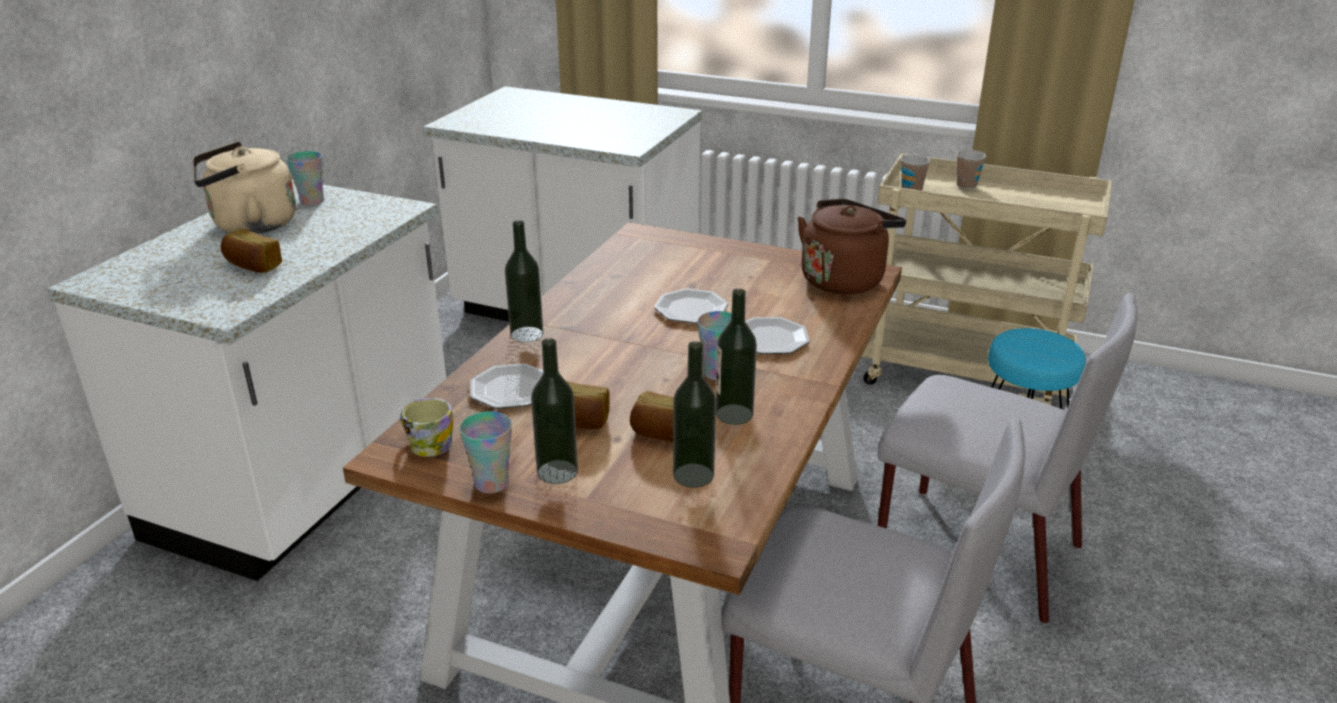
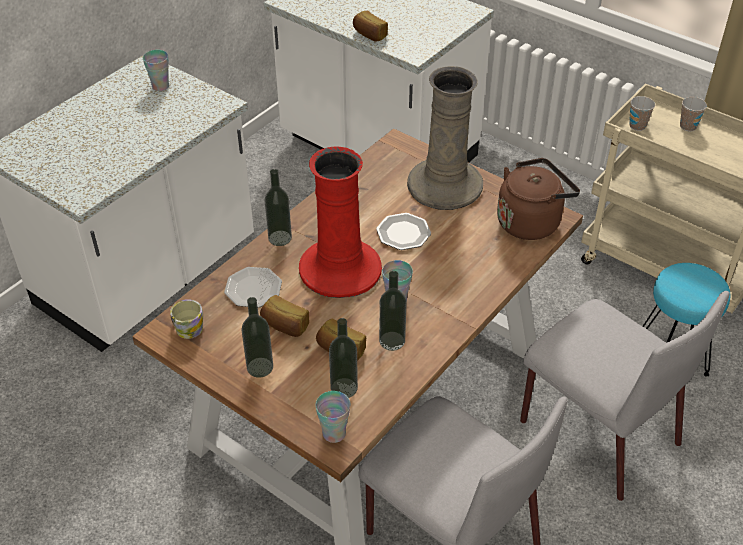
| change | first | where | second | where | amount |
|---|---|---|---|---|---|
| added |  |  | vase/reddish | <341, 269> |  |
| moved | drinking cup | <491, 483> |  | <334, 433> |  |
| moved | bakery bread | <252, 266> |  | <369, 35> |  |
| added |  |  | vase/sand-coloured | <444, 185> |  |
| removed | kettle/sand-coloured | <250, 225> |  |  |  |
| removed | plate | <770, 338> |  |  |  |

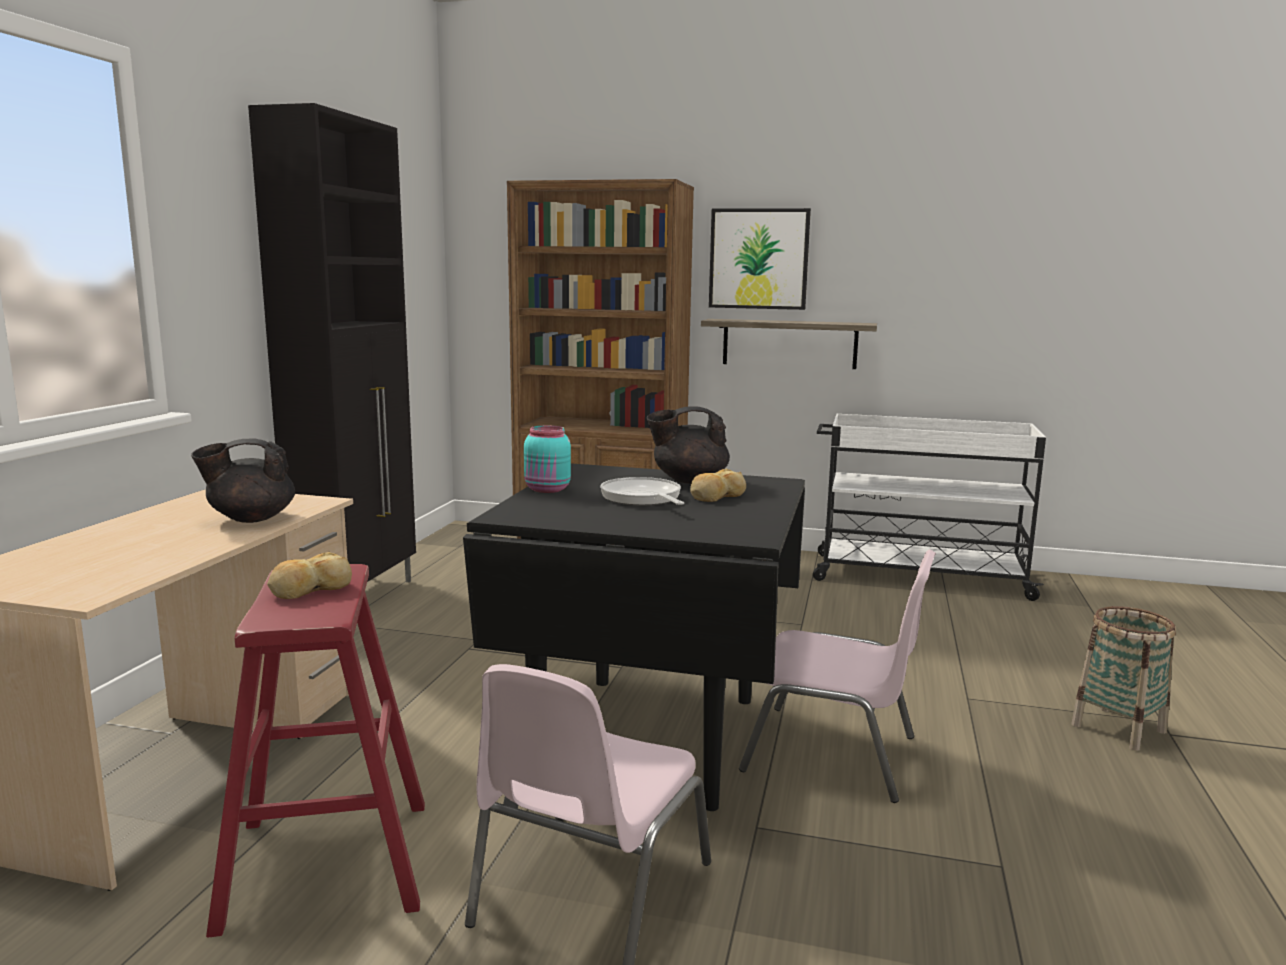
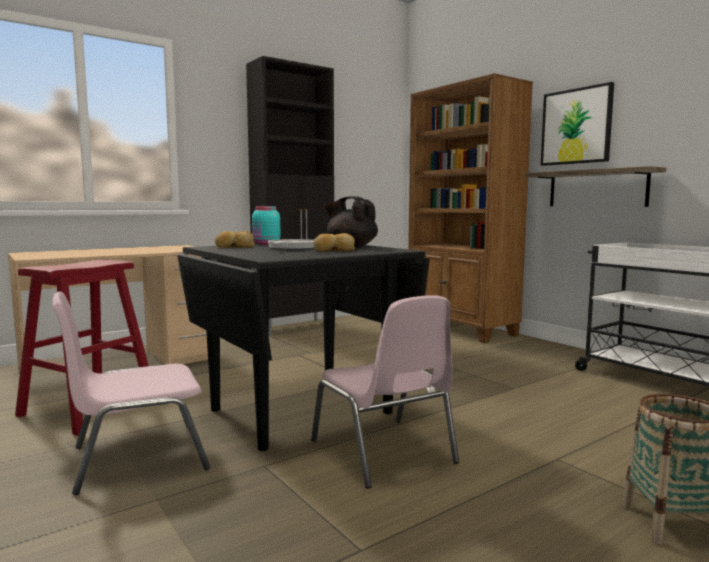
| change | first | where | second | where | amount |
|---|---|---|---|---|---|
| moved | bakery bread | <310, 589> |  | <234, 247> |  |
| removed | tea pot/blackish | <250, 518> |  |  |  |

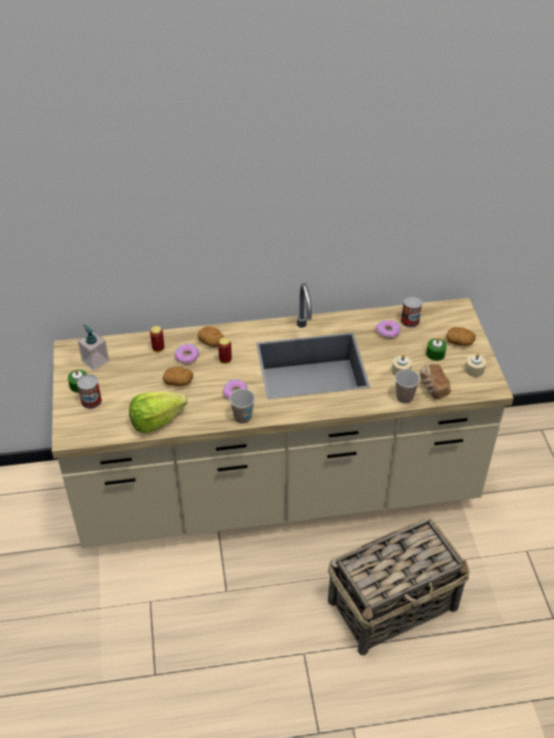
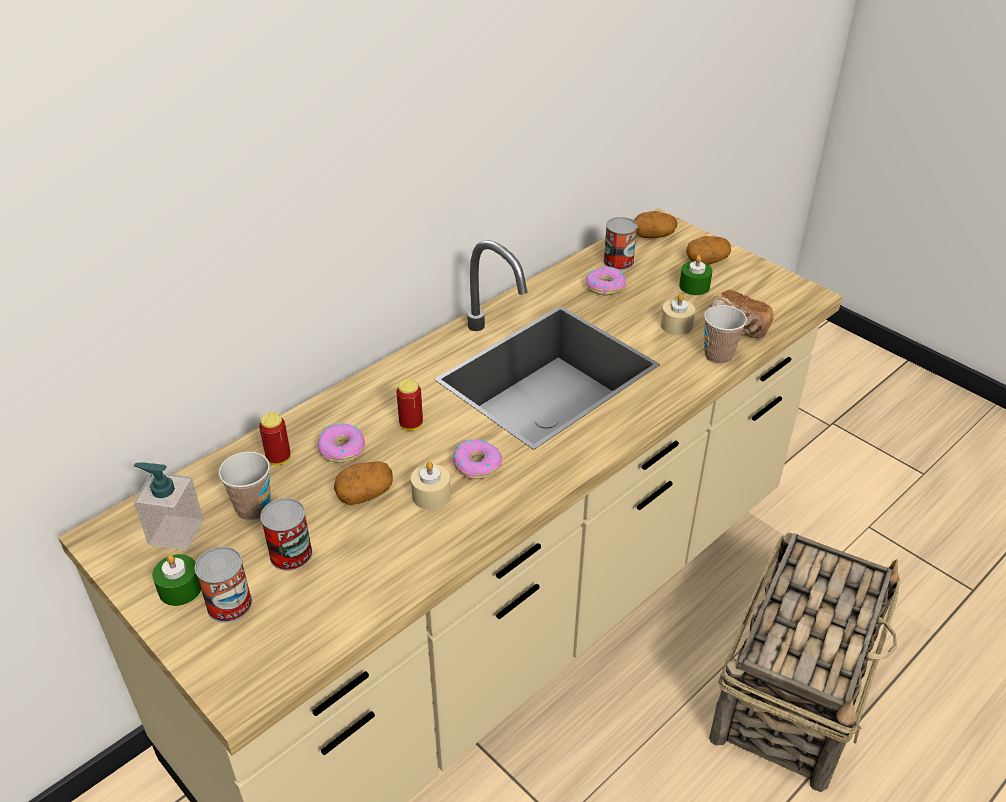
| change | first | where | second | where | amount |
|---|---|---|---|---|---|
| moved | drinking cup | <242, 417> |  | <253, 509> |  |
| added |  |  | sealed can | <291, 554> |  |
| moved | wax light/sand-coloured | <474, 370> |  | <431, 495> |  |
| moved | spud | <211, 342> |  | <653, 235> |  |
| removed | head of lettuce | <156, 421> |  |  |  |

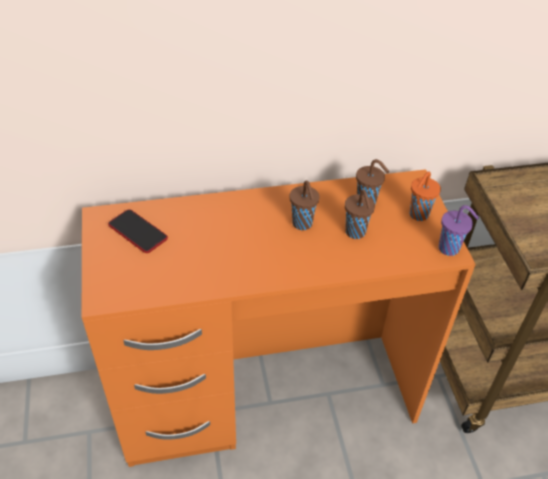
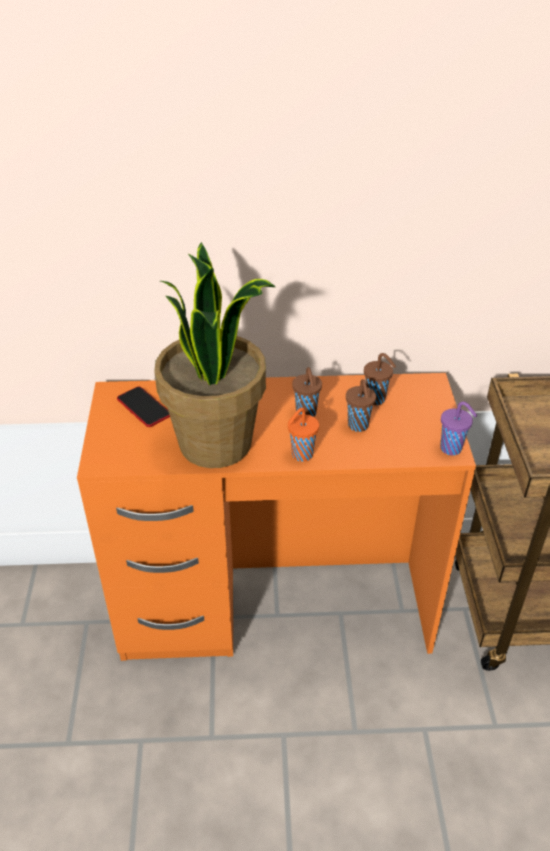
| change | first | where | second | where | amount |
|---|---|---|---|---|---|
| added |  |  | houseplant | <217, 443> |  |
| moved | drinking cup/orangey | <418, 215> |  | <301, 455> |  |

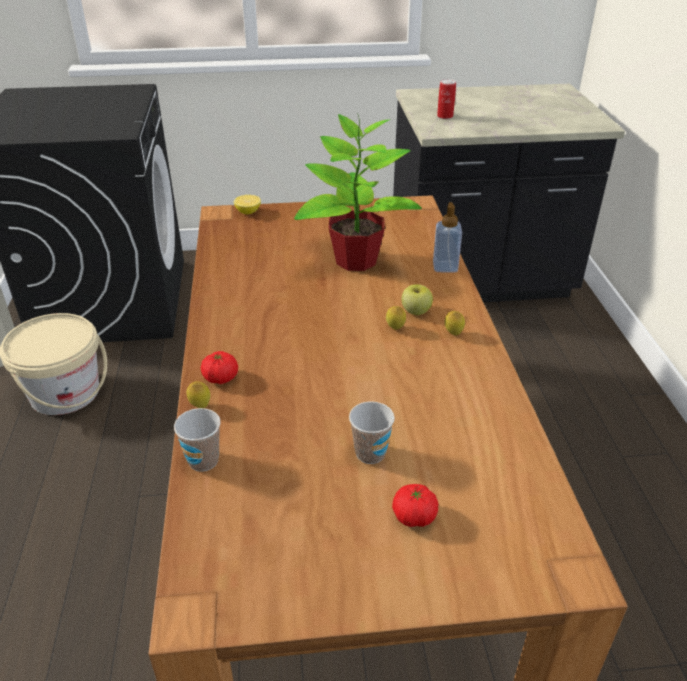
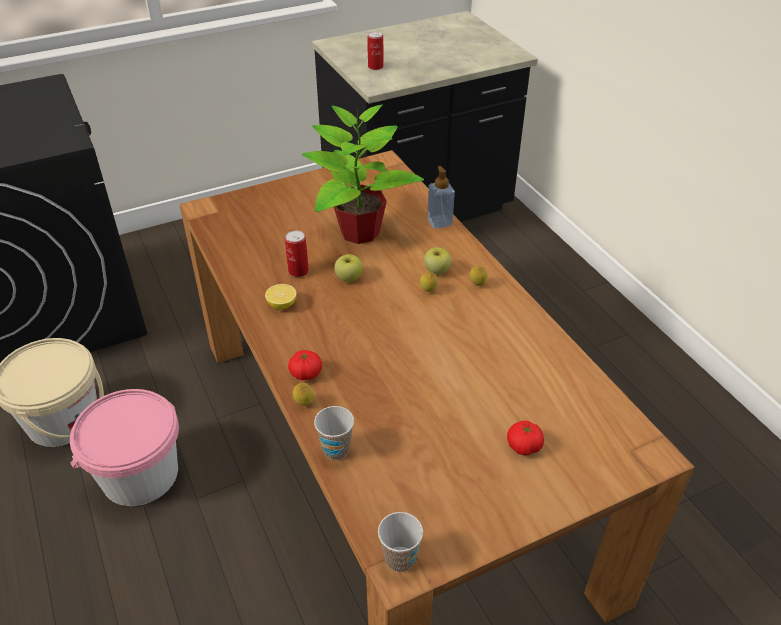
| change | first | where | second | where | amount |
|---|---|---|---|---|---|
| added |  |  | water bucket/pink-coloured | <140, 474> |  |
| moved | lemon | <248, 212> |  | <282, 305> |  |
| added |  |  | sealed can | <298, 271> |  |
| added |  |  | apple fruit | <348, 278> |  |
| moved | drinking cup | <370, 453> |  | <400, 559> |  |

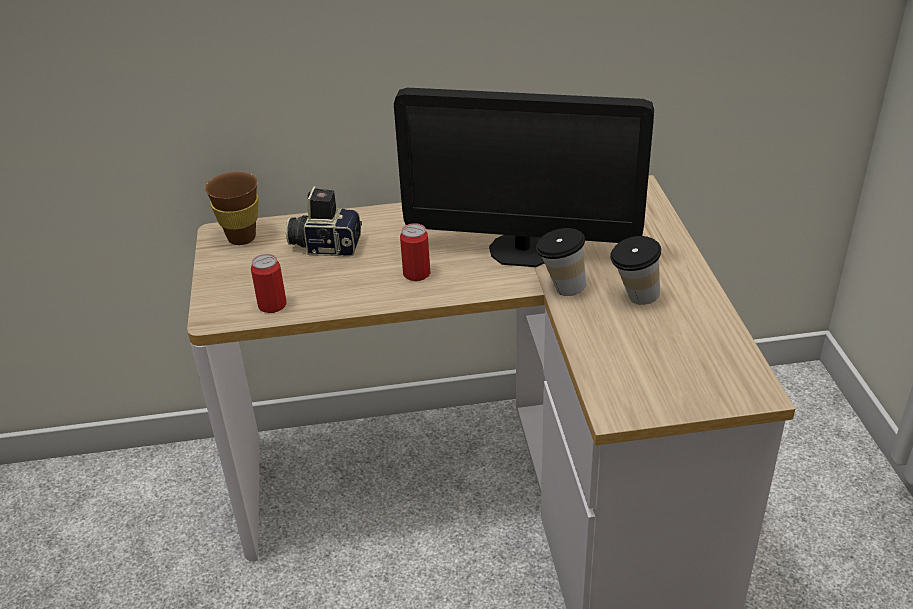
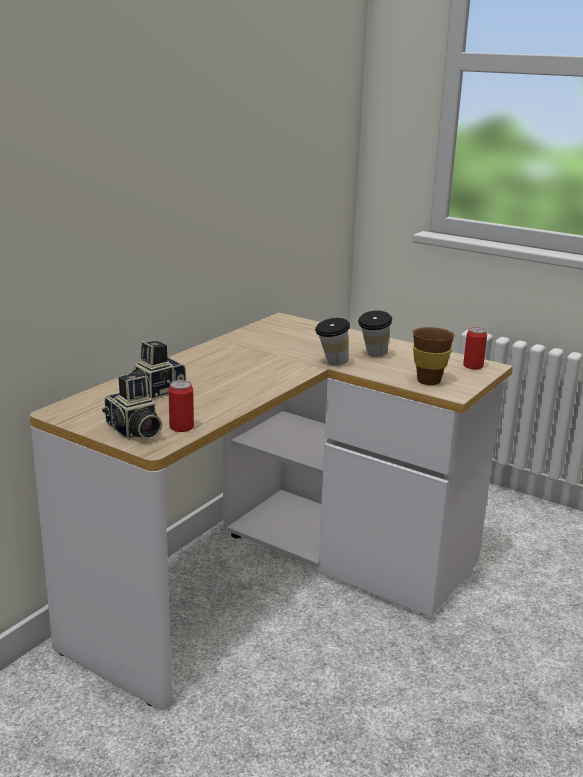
| change | first | where | second | where | amount |
|---|---|---|---|---|---|
| added |  |  | still camera | <133, 431> |  |
| moved | drinking cup/brown | <241, 238> |  | <428, 381> |  |
| moved | sealed can | <416, 274> |  | <473, 366> |  |
| removed | computer screen | <522, 250> |  |  |  |

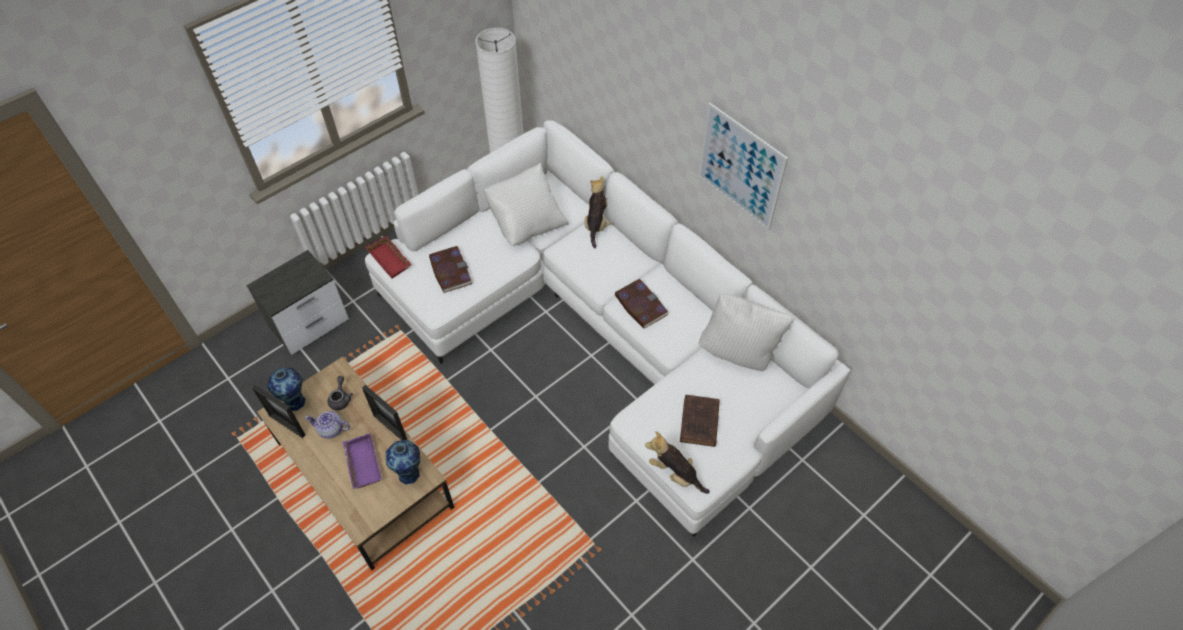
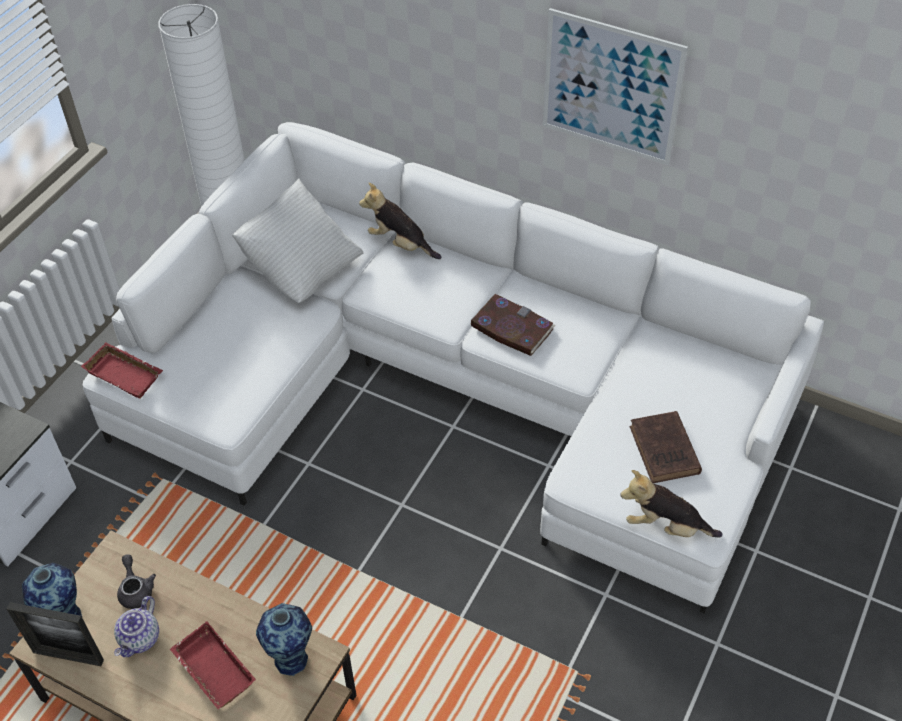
| change | first | where | second | where | amount |
|---|---|---|---|---|---|
| turned | tea pot | <330, 430> |  | <140, 639> | 60 degrees counterclockwise |
| recoloured | tray/purple | <361, 463> | tray/reddish | <211, 670> |  |
| turned | soft toy | <596, 224> |  | <400, 244> | 45 degrees counterclockwise |
| removed | photo frame | <390, 427> |  |  |  |
| removed | book | <450, 271> |  |  |  |
| removed | pillow/white | <738, 352> |  |  |  |

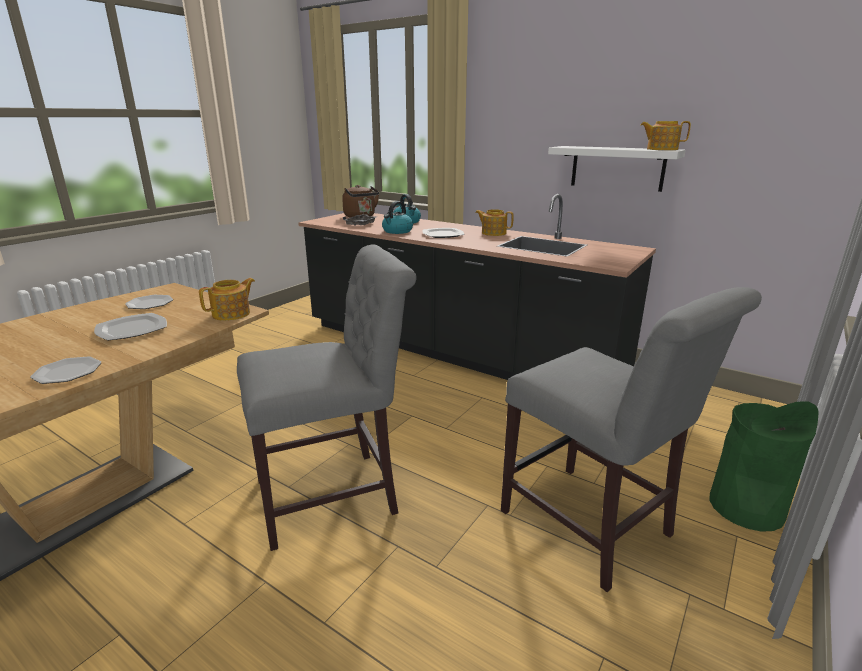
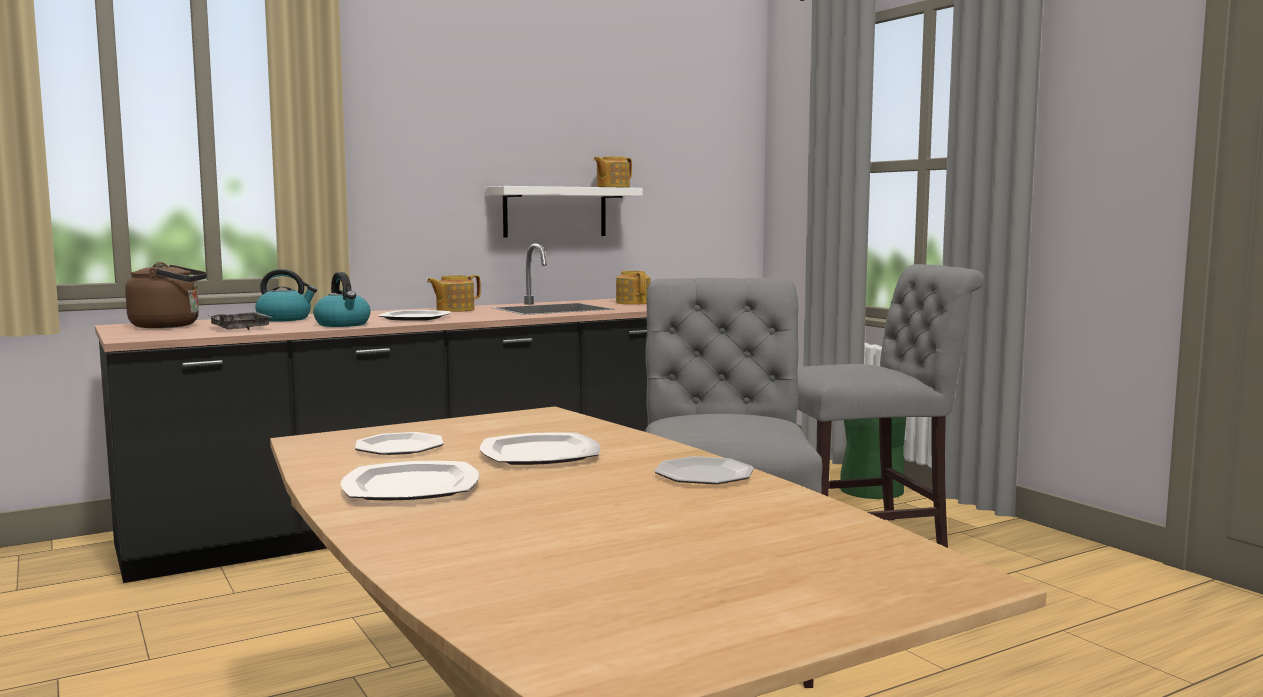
| change | first | where | second | where | amount |
|---|---|---|---|---|---|
| added |  |  | plate | <410, 486> |  |
| moved | tea pot | <232, 314> |  | <633, 302> |  |

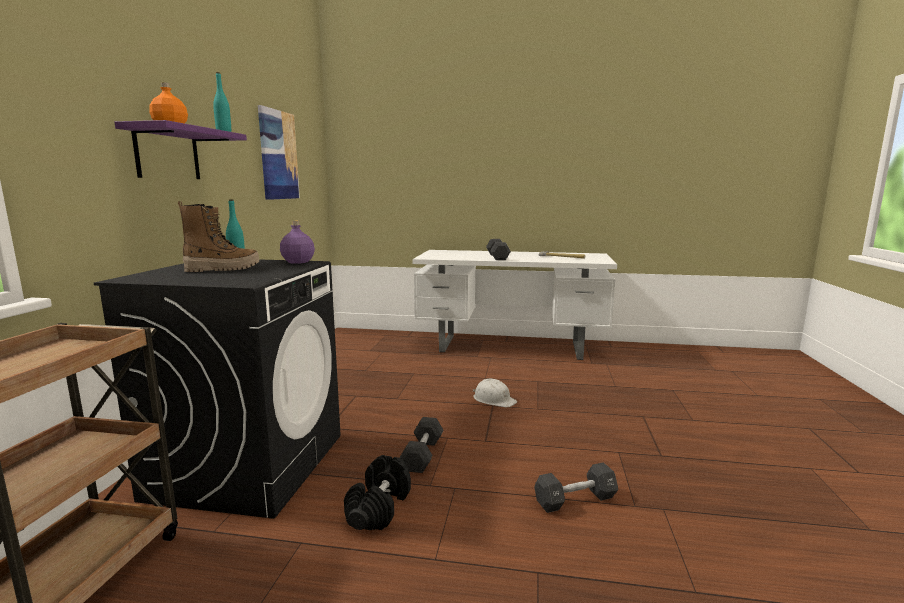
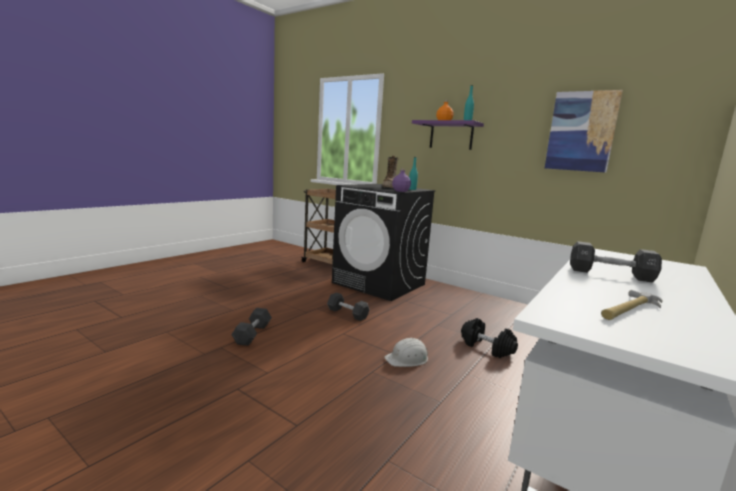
| change | first | where | second | where | amount |
|---|---|---|---|---|---|
| moved | hand weight/blackish | <379, 508> |  | <486, 347> |  |

